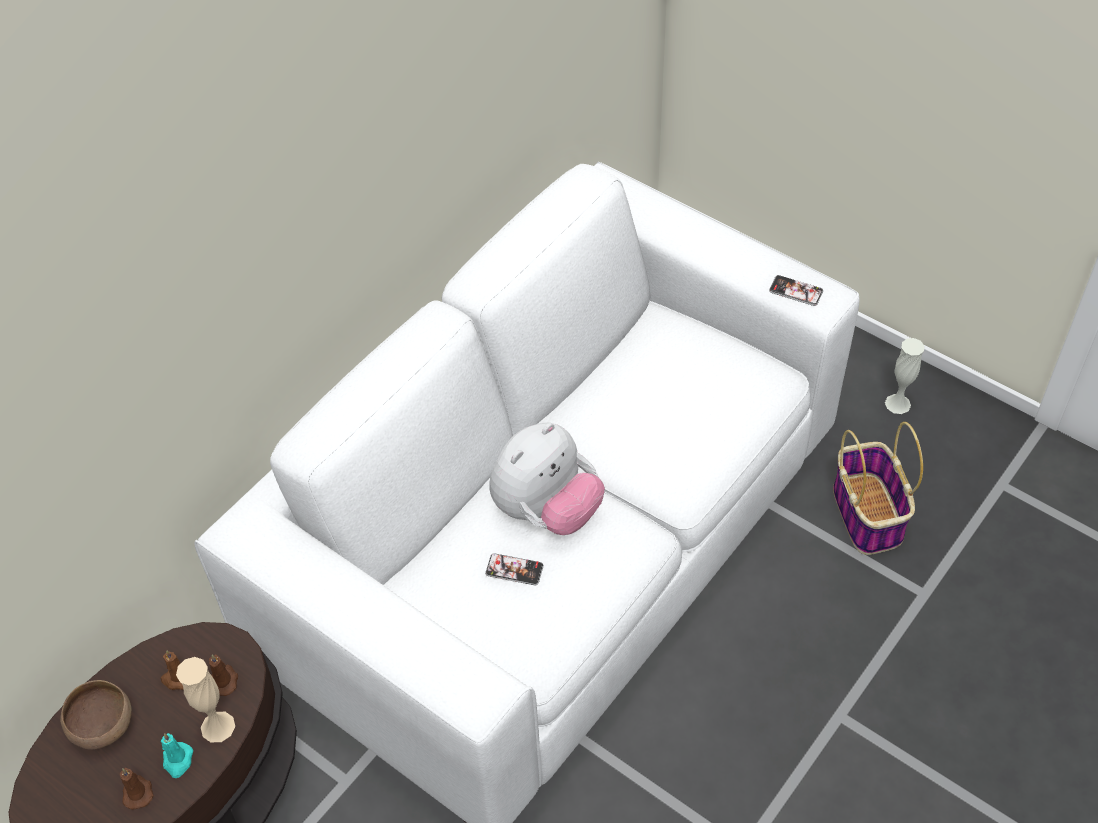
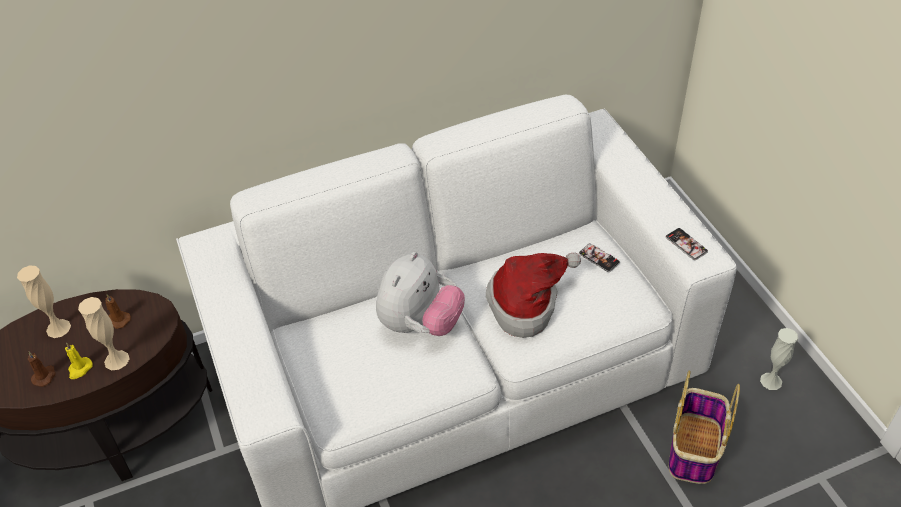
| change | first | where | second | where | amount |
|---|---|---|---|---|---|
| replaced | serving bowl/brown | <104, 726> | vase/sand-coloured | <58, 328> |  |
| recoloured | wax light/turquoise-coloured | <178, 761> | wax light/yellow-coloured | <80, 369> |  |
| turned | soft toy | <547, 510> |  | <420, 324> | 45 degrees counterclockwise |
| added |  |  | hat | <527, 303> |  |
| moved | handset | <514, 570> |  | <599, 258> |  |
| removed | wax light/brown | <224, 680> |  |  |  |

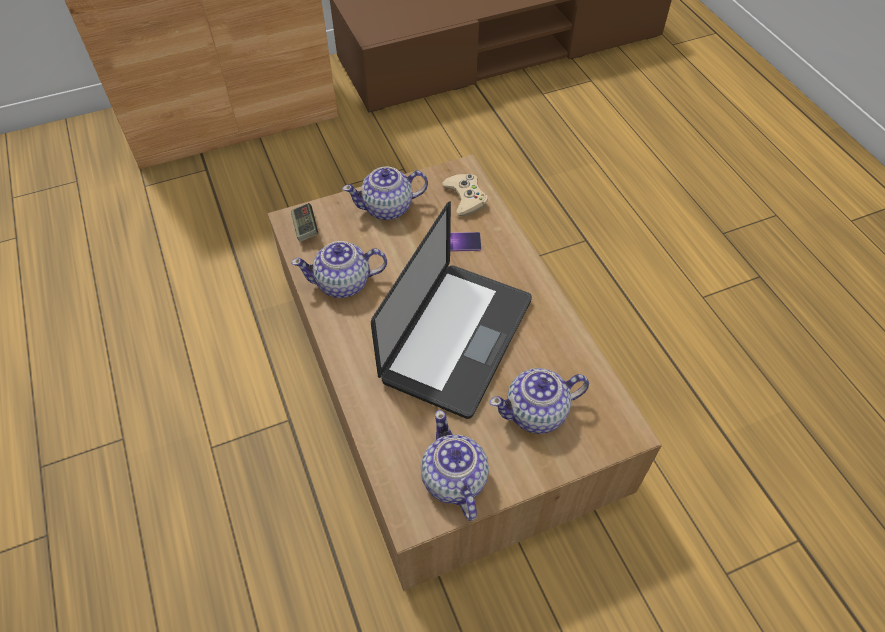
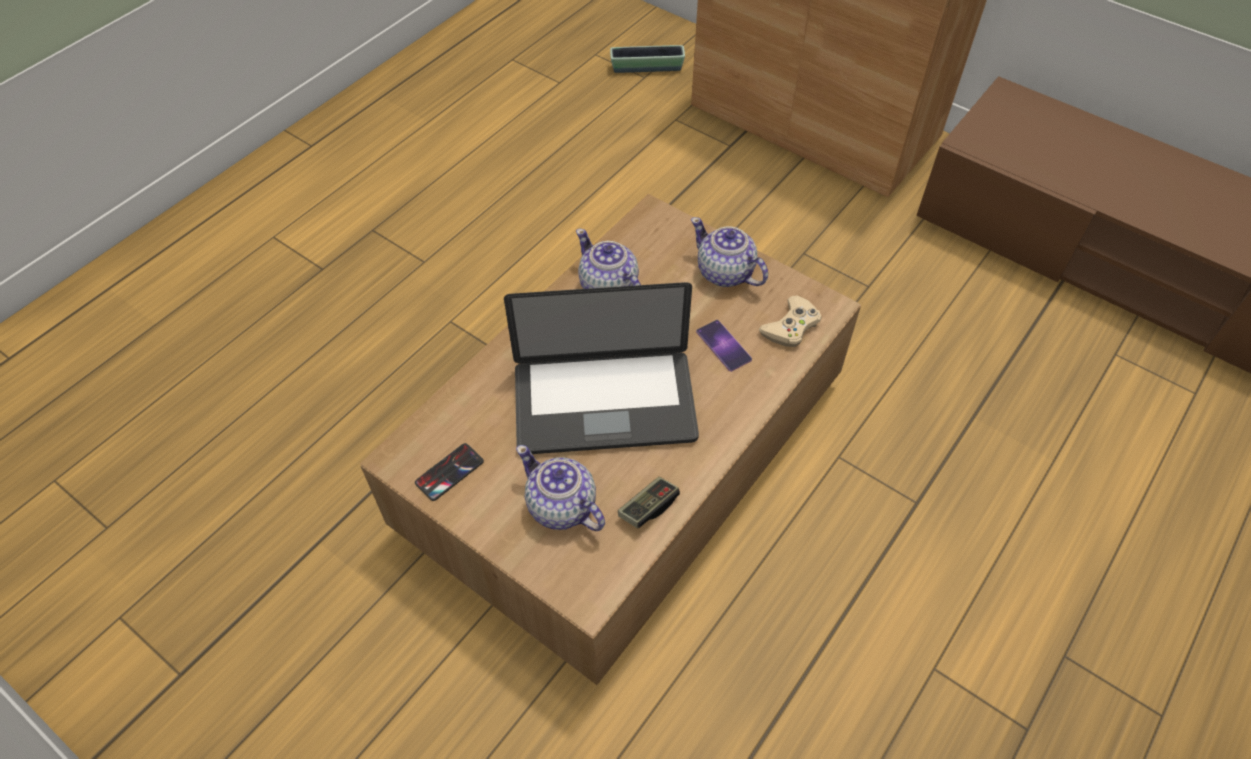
| change | first | where | second | where | amount |
|---|---|---|---|---|---|
| replaced | tea pot | <453, 480> | handset | <449, 472> |  |
| added |  |  | flower pot | <647, 68> |  |
| moved | game controller | <305, 228> |  | <648, 507> |  |

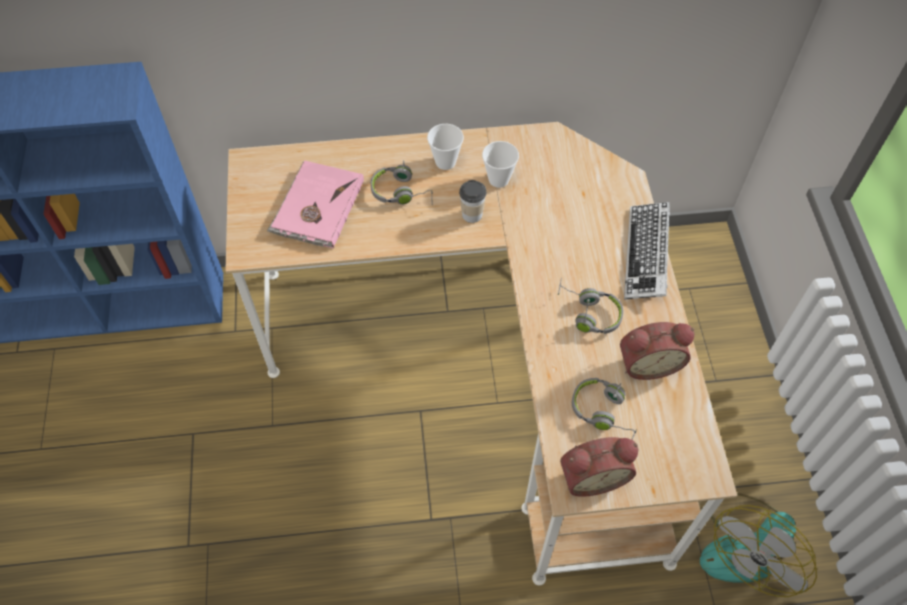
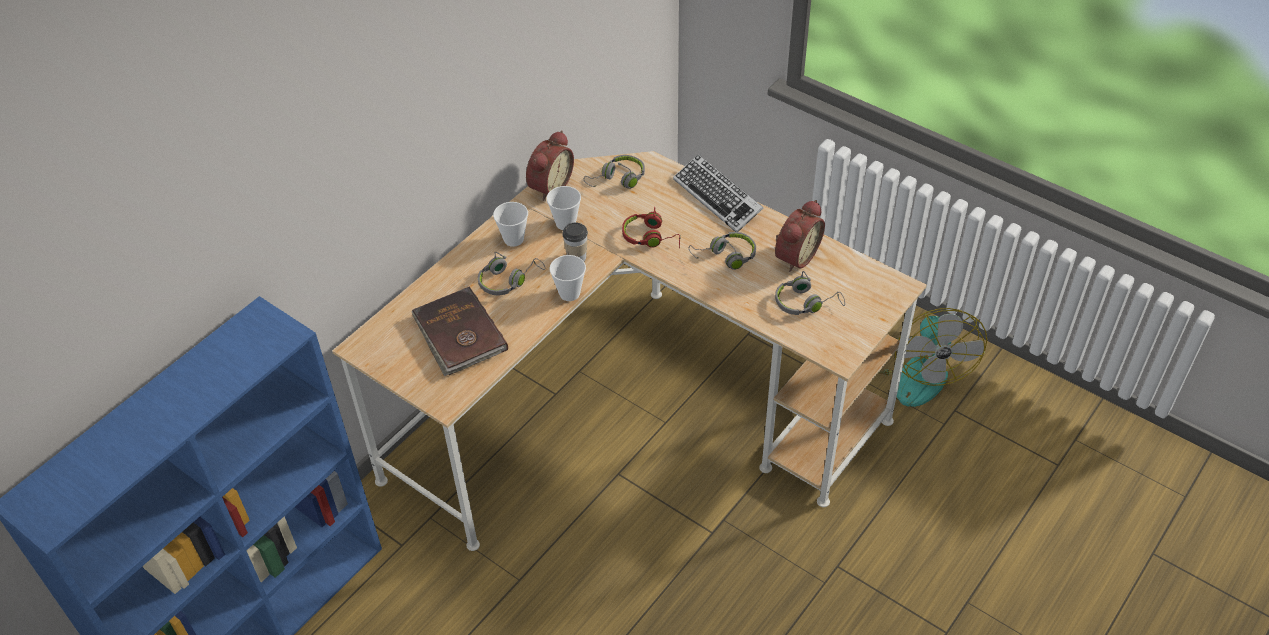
| change | first | where | second | where | amount |
|---|---|---|---|---|---|
| recoloured | book/pink-coloured | <317, 207> | book/brown | <459, 335> |  |
| moved | table clock | <592, 475> |  | <548, 186> |  |
| added |  |  | drinking cup | <569, 293> |  |
| added |  |  | pair of headphones/gray | <618, 179> |  |
| added |  |  | pair of headphones/reddish | <651, 237> |  |

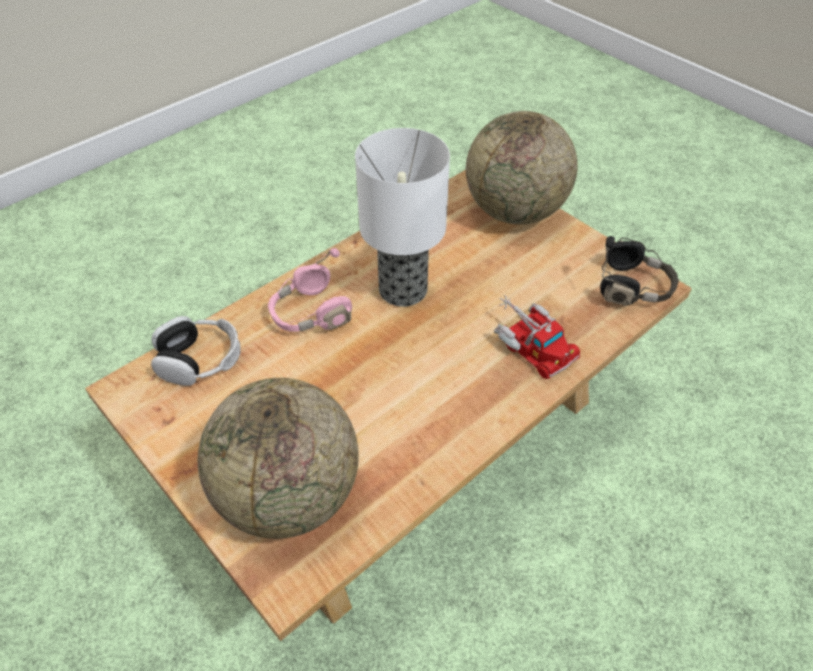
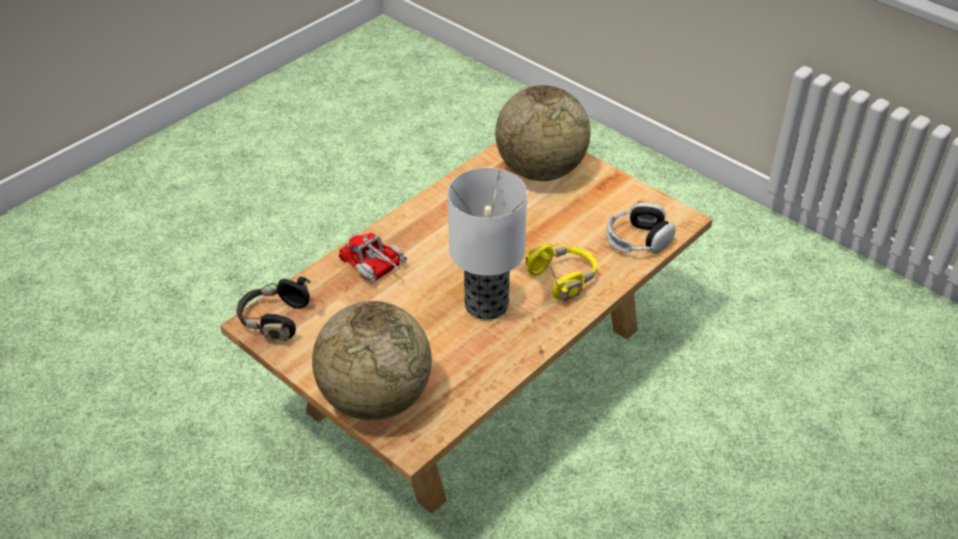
| change | first | where | second | where | amount |
|---|---|---|---|---|---|
| recoloured | pair of headphones/pink-coloured | <310, 314> | pair of headphones/yellow-coloured | <563, 279> |  |

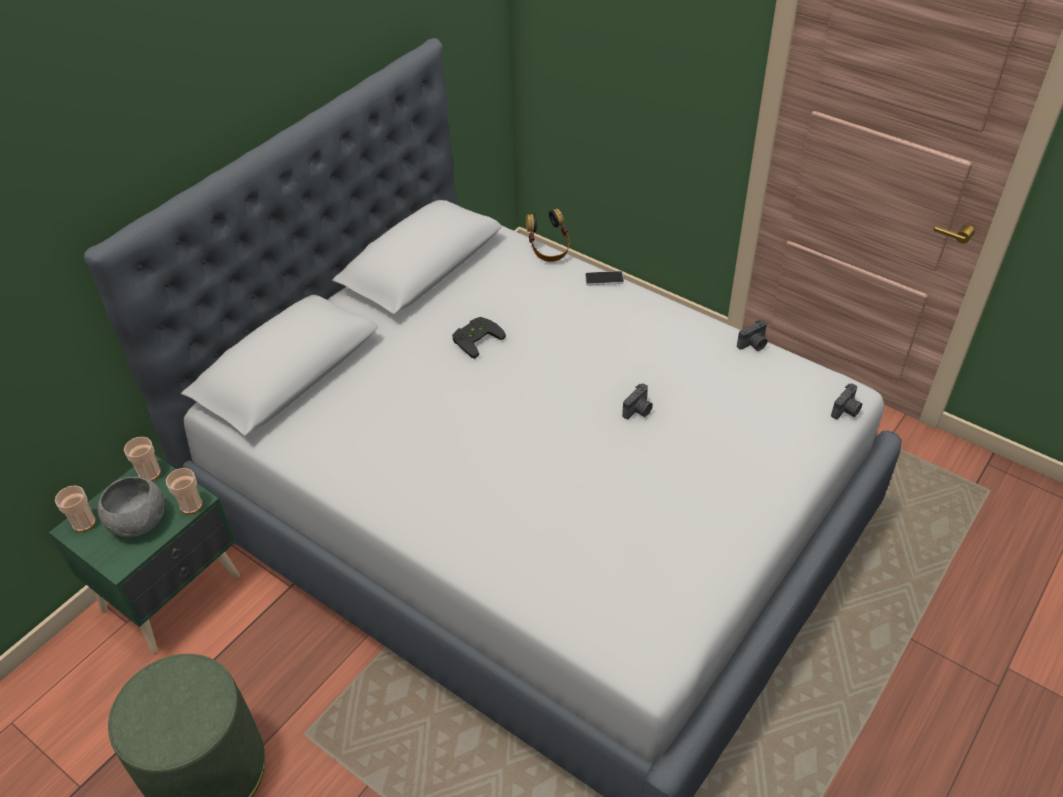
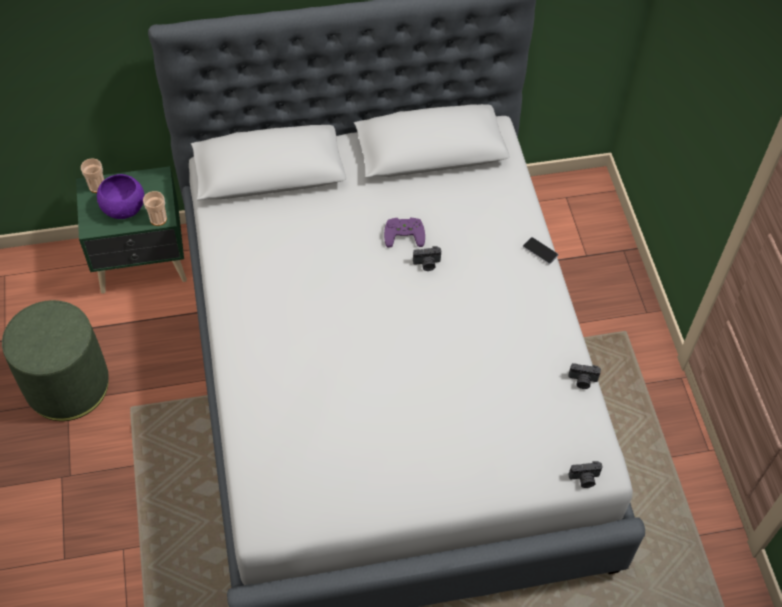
| change | first | where | second | where | amount |
|---|---|---|---|---|---|
| recoloured | serving bowl/gray | <139, 521> | serving bowl/purple | <124, 208> |  |
| recoloured | game controller/blackish | <475, 338> | game controller/purple | <404, 232> |  |
| moved | still camera | <638, 410> |  | <427, 264> |  |
| removed | drinking cup | <150, 473> |  |  |  |
| removed | pair of headphones | <548, 250> |  |  |  |

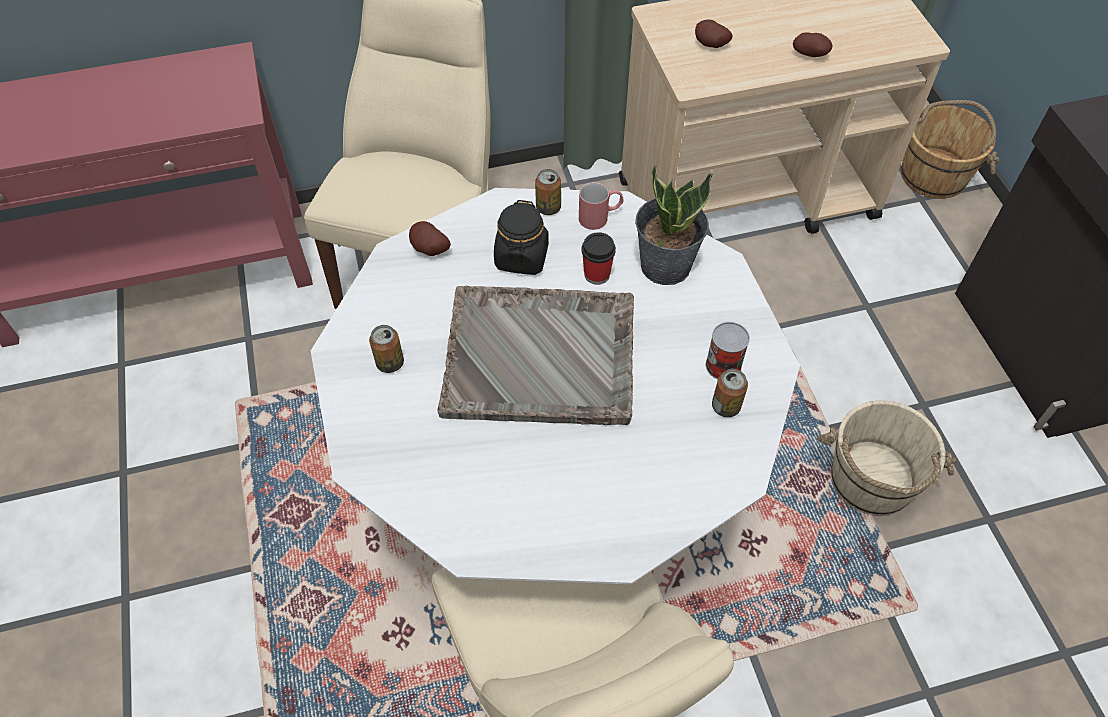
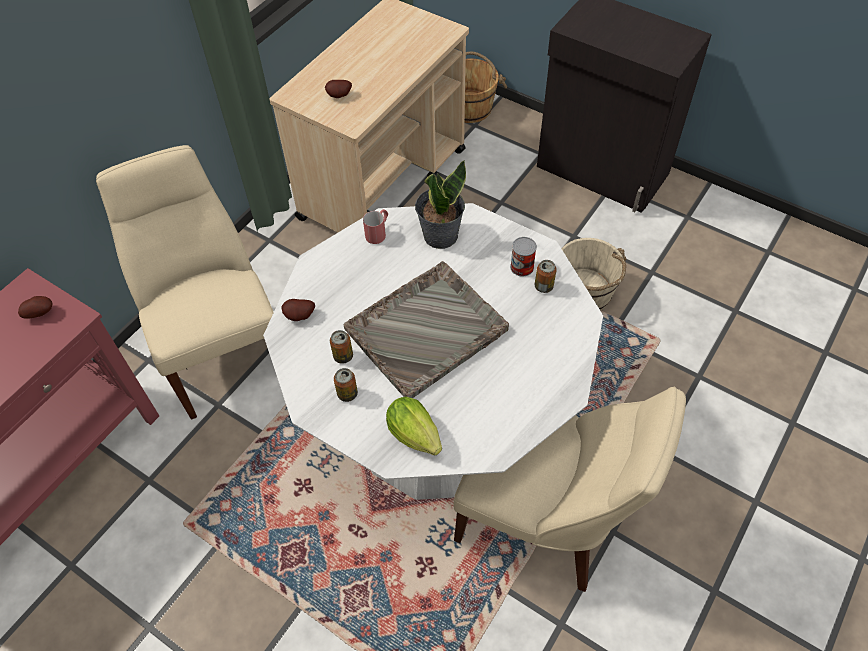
| change | first | where | second | where | amount |
|---|---|---|---|---|---|
| moved | spud | <810, 55> |  | <40, 312> |  |
| moved | sealed can | <548, 208> |  | <343, 356> |  |
| added |  |  | head of lettuce | <417, 437> |  |
| removed | storage jar/blackish | <521, 257> |  |  |  |
| removed | drinking cup | <597, 274> |  |  |  |

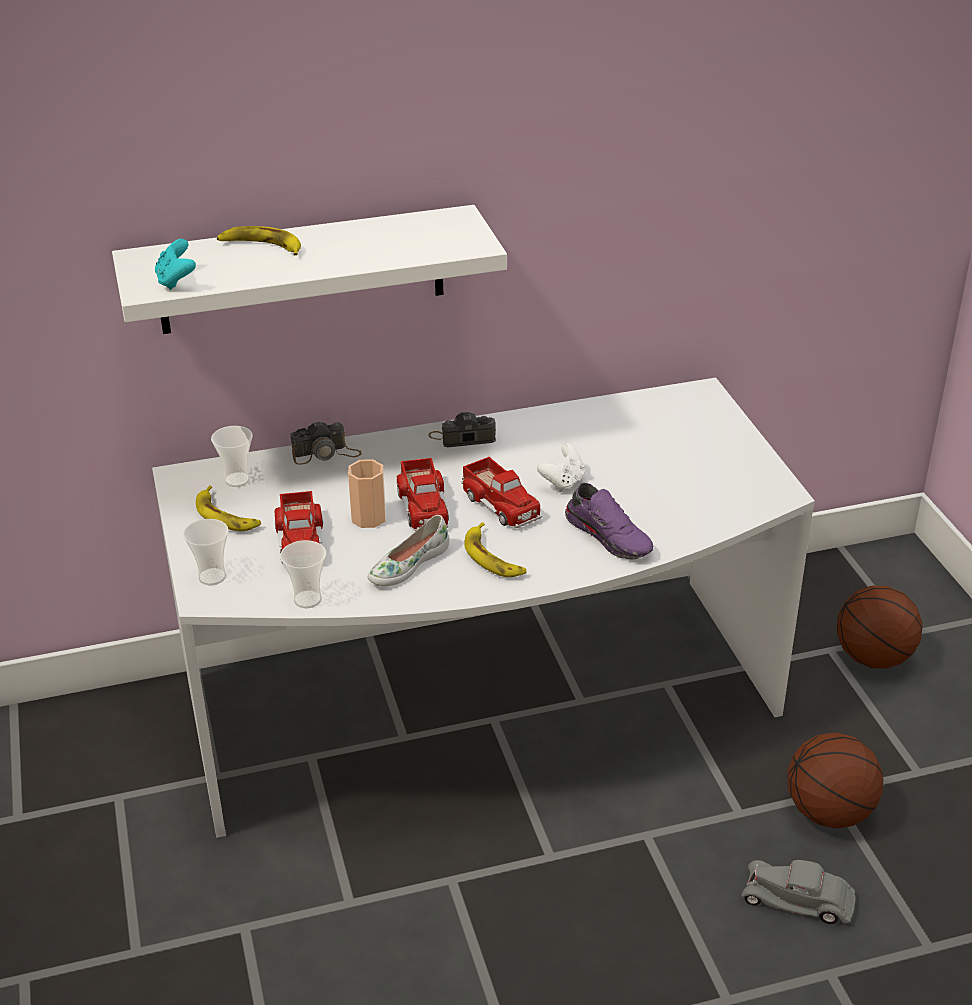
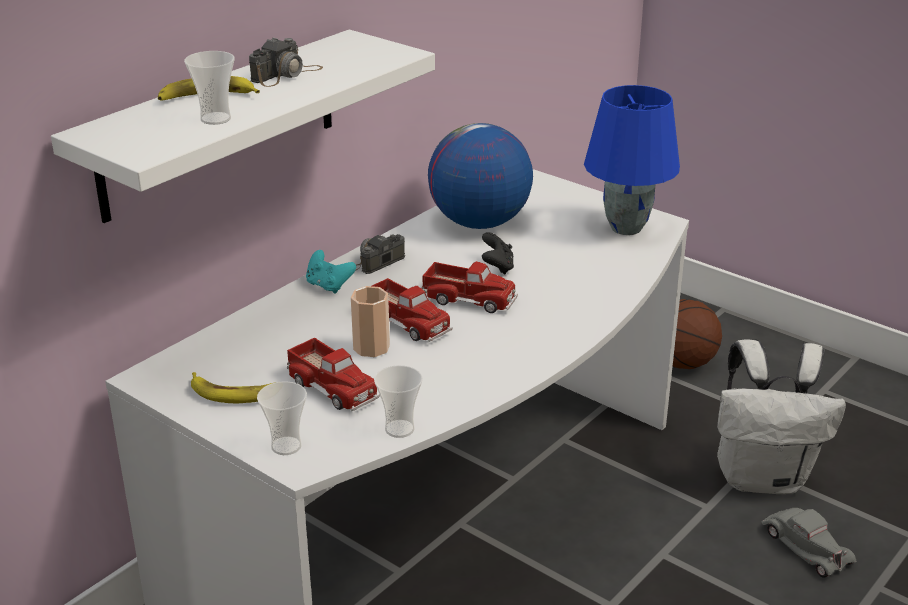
| change | first | where | second | where | amount |
|---|---|---|---|---|---|
| moved | drinking cup | <237, 480> |  | <215, 119> |  |
| moved | still camera | <326, 454> |  | <286, 74> |  |
| moved | game controller/turquoise-coloured | <176, 281> |  | <329, 286> |  |
| added |  |  | world globe | <479, 223> |  |
| recoloured | game controller/white | <563, 482> | game controller/blackish | <497, 267> |  |
| added |  |  | table lamp/bluish | <626, 229> |  |
| replaced | ball for basketball | <830, 811> | knapsack/white | <763, 477> |  |
| turned | toy car/gray | <798, 898> |  | <806, 546> | 105 degrees counterclockwise |
| removed | low shoe/white | <408, 564> |  |  |  |
| removed | banana | <493, 557> |  |  |  |
| removed | low shoe/purple | <610, 536> |  |  |  |

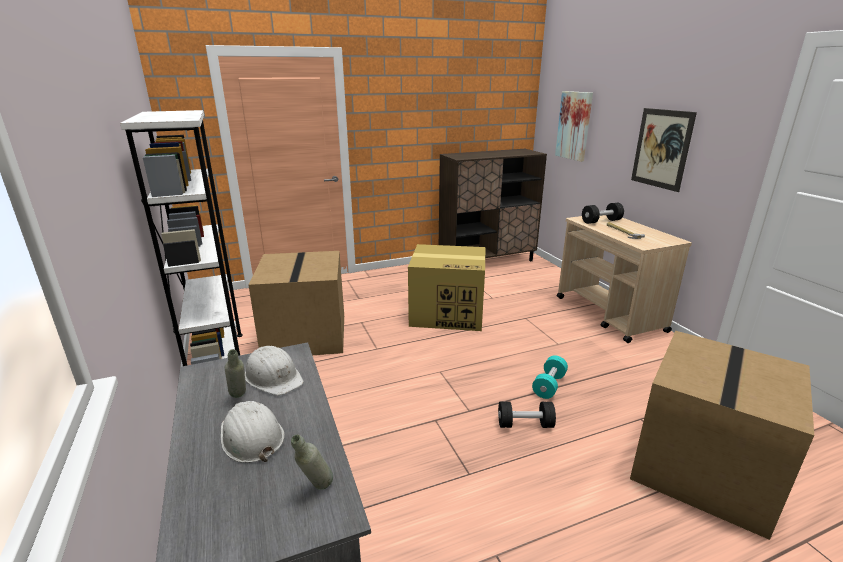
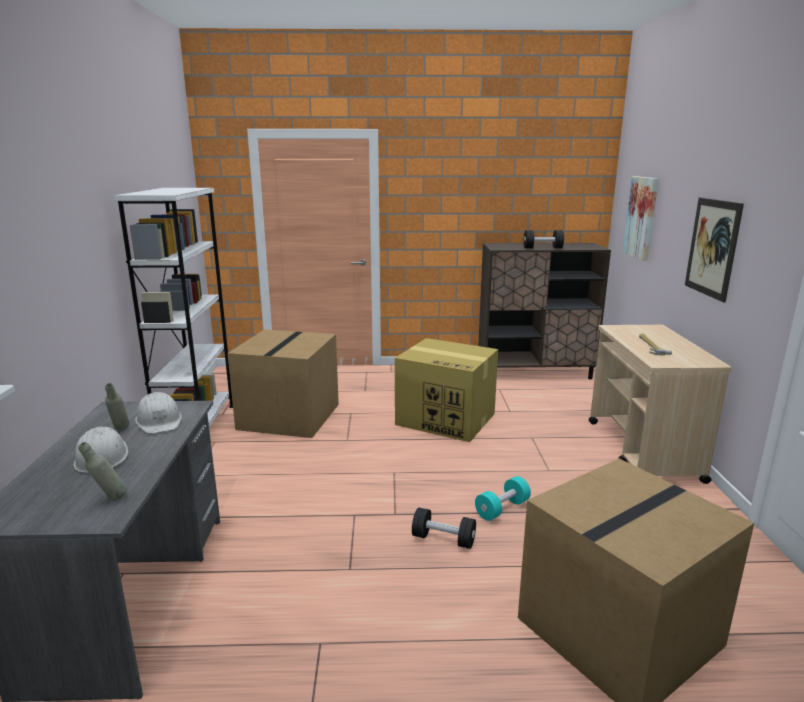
| change | first | where | second | where | amount |
|---|---|---|---|---|---|
| moved | hand weight/blackish | <601, 221> |  | <542, 248> |  |

